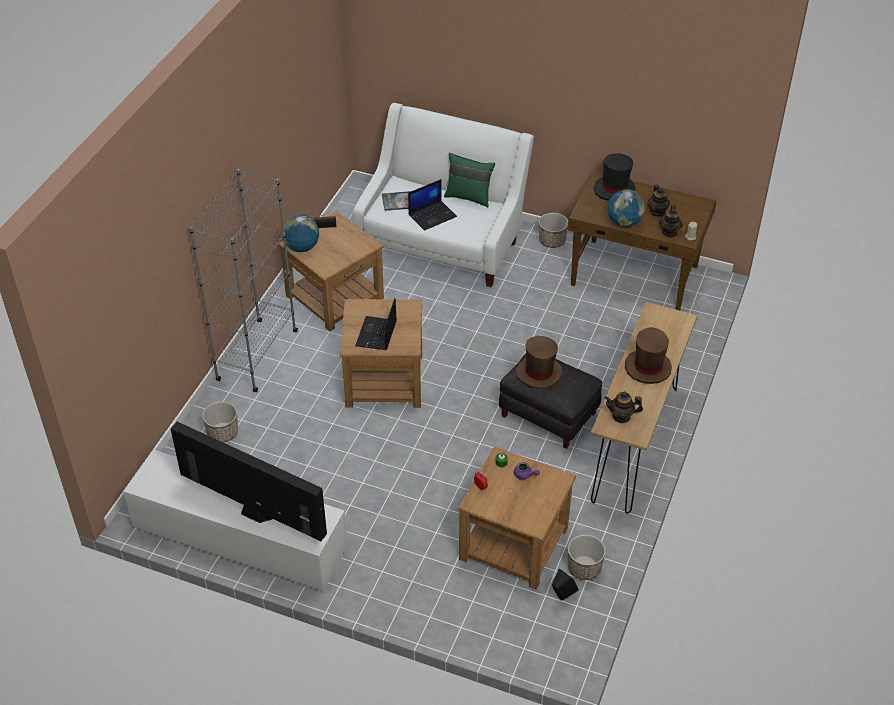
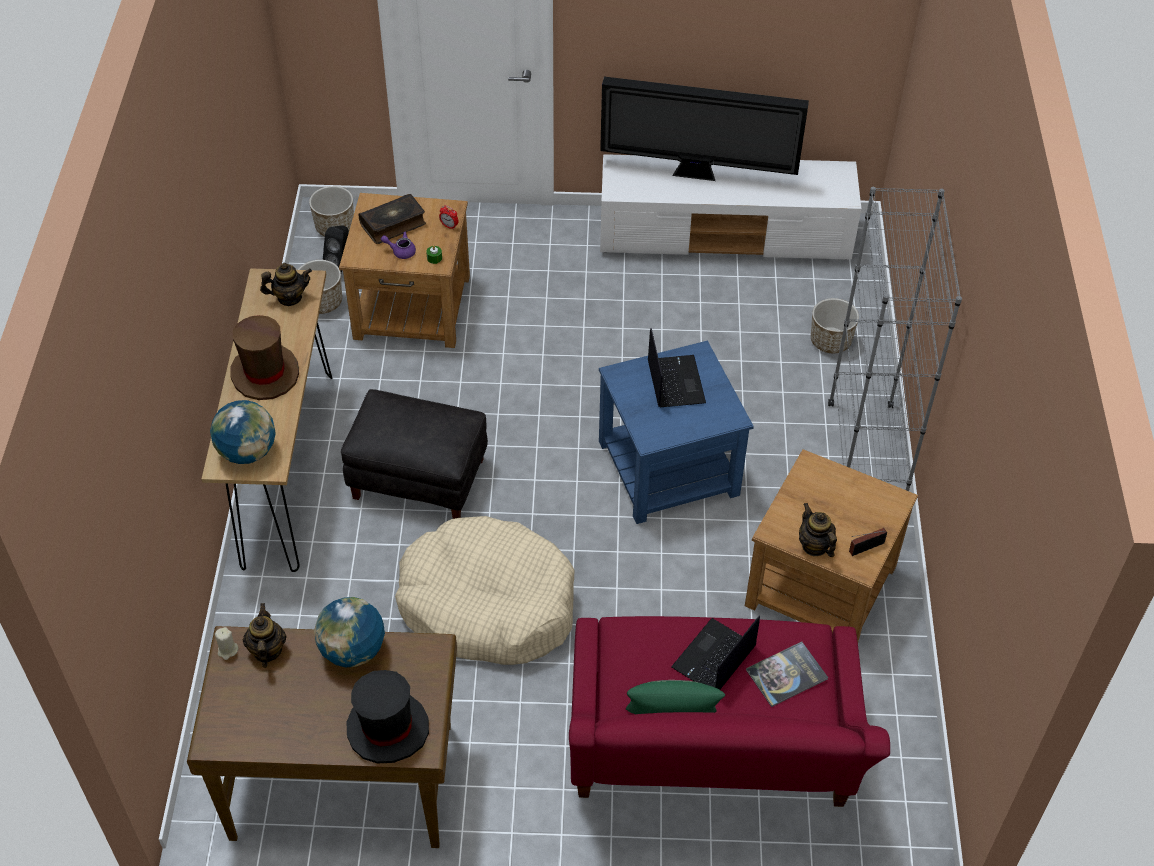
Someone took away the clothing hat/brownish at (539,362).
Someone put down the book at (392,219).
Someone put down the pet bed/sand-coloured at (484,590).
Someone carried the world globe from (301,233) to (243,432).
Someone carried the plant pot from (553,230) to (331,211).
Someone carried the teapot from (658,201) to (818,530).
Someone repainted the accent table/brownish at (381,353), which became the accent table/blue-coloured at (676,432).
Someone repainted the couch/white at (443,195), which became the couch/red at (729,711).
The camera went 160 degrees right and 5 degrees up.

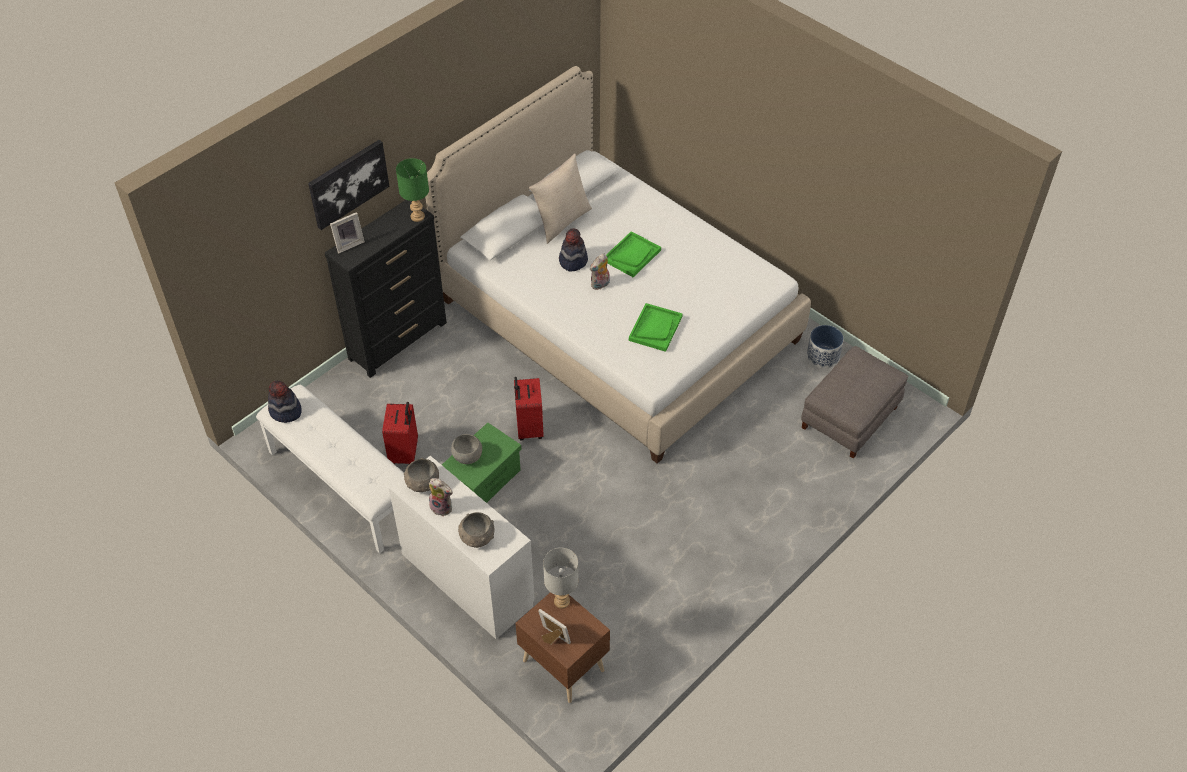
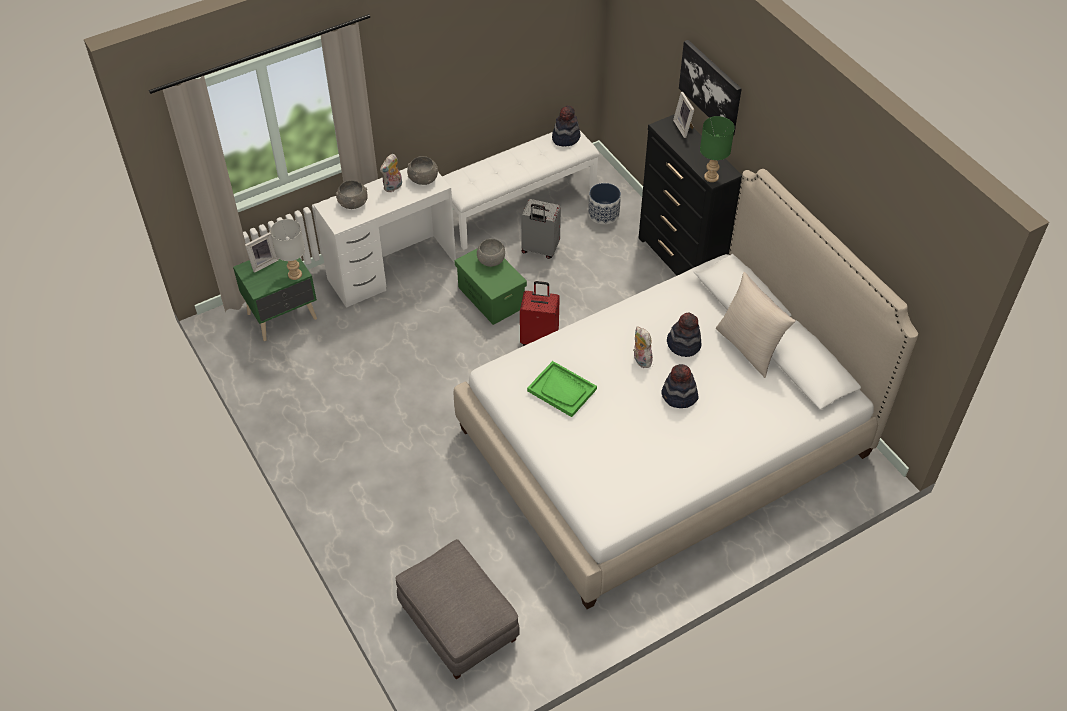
Someone carried the plant pot from (825,347) to (604,203).
Someone swapped the carrying tray/green-coloured at (633,254) for the clothing hat at (680,386).
Someone repainted the suitcase/red at (400,433), which became the suitcase/grey at (541,229).
Someone repainted the night table/brownish at (562,647), which became the night table/green-coloured at (275,299).
The camera went 105 degrees right and 0 degrees up.

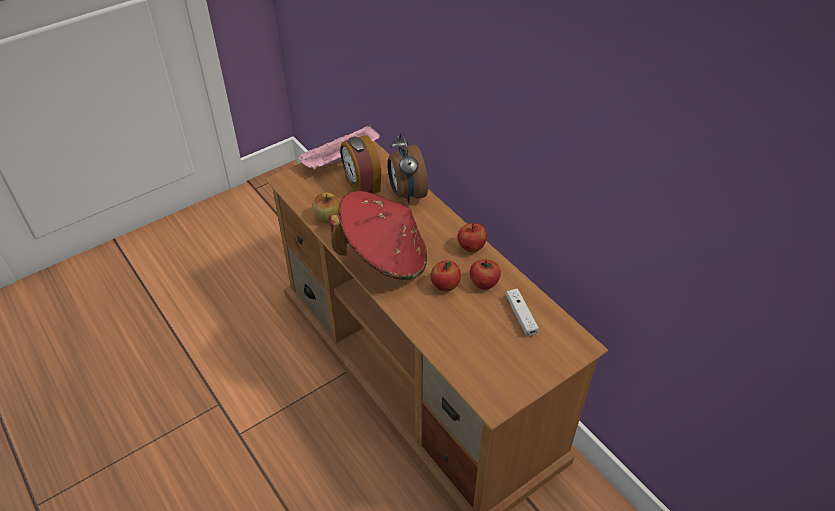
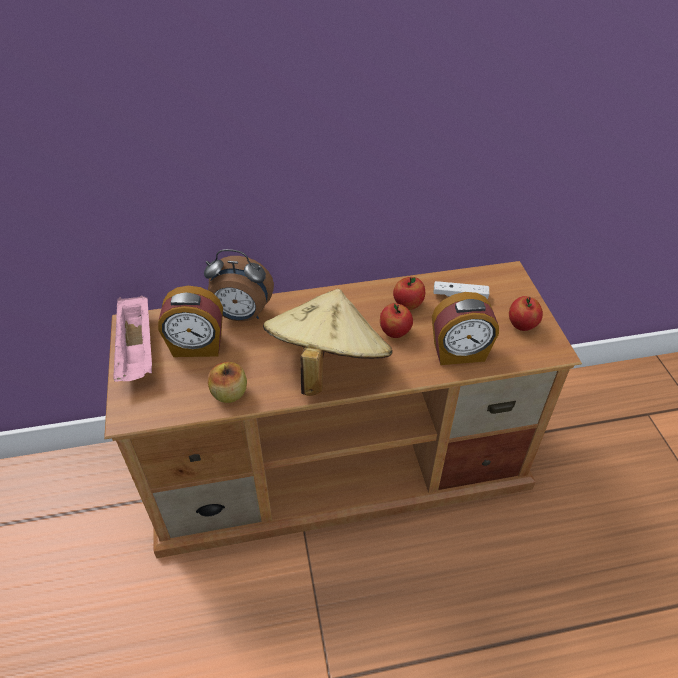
Someone put down the bedside clock at (465,328).
Someone carried the apple from (472,237) to (526,313).
Someone repainted the clothing hat/red at (378,235), which became the clothing hat/sand-coloured at (328,342).
The camera went 65 degrees left and 0 degrees up.

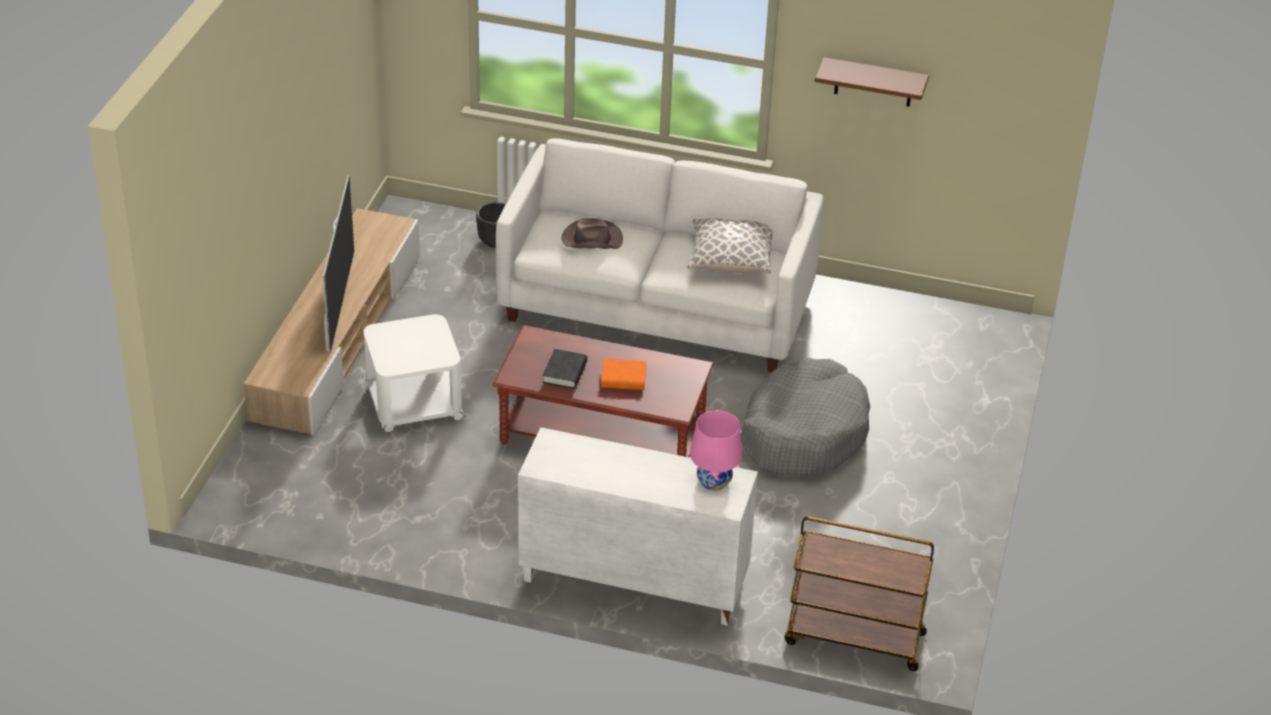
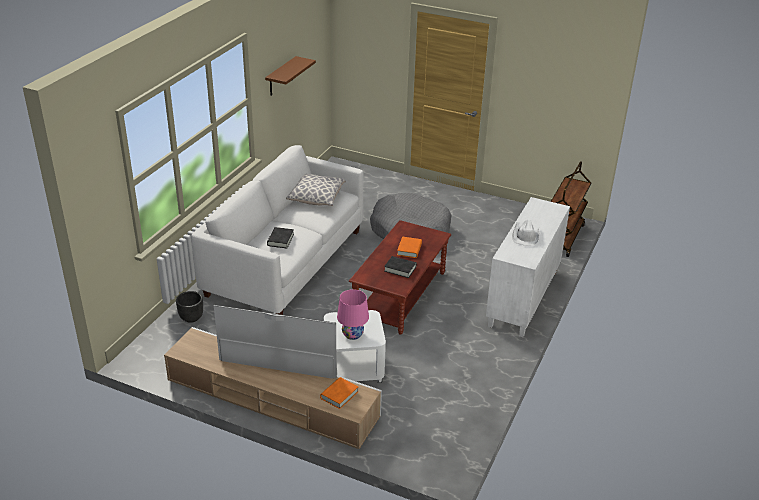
Someone put down the book/orange at (339,393).
Someone put down the clothing hat/white at (525,233).
Someone carried the lamp for a table/pink-coloured from (716,450) to (353,314).
Someone swapped the clothing hat/brownish at (592,233) for the book/black-coloured at (280,237).
The camera went 80 degrees left and 5 degrees down.

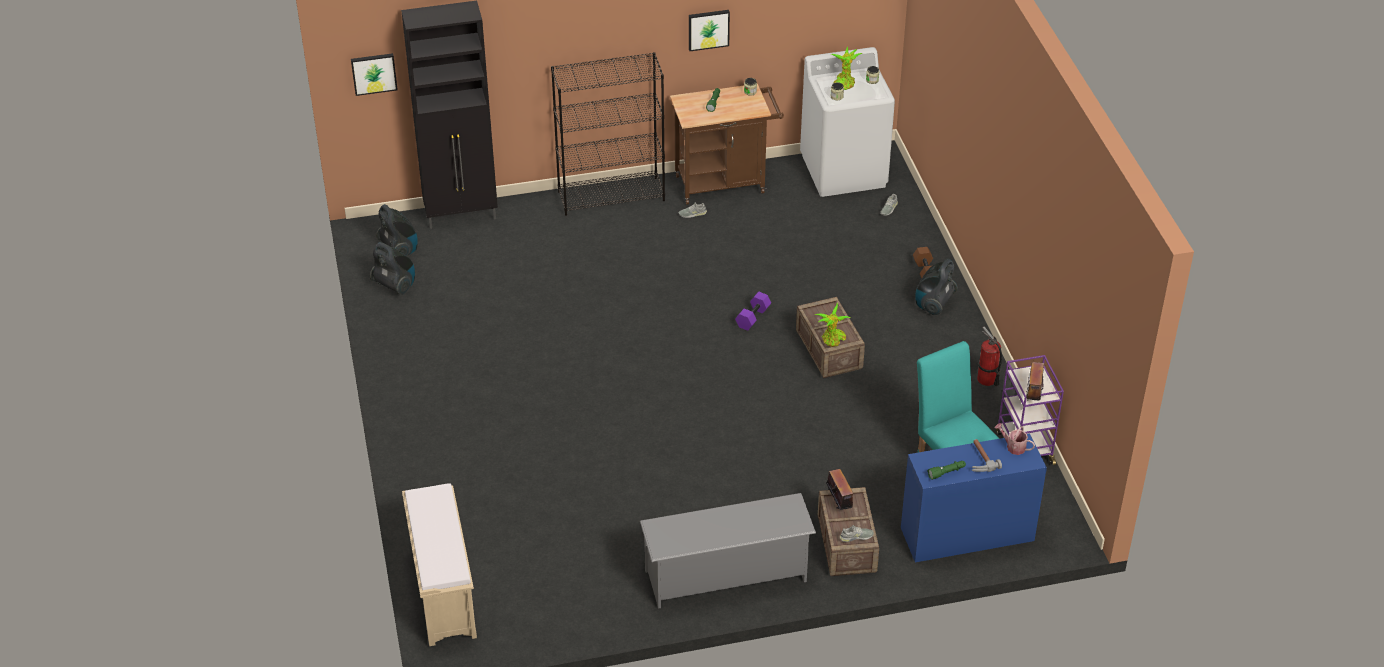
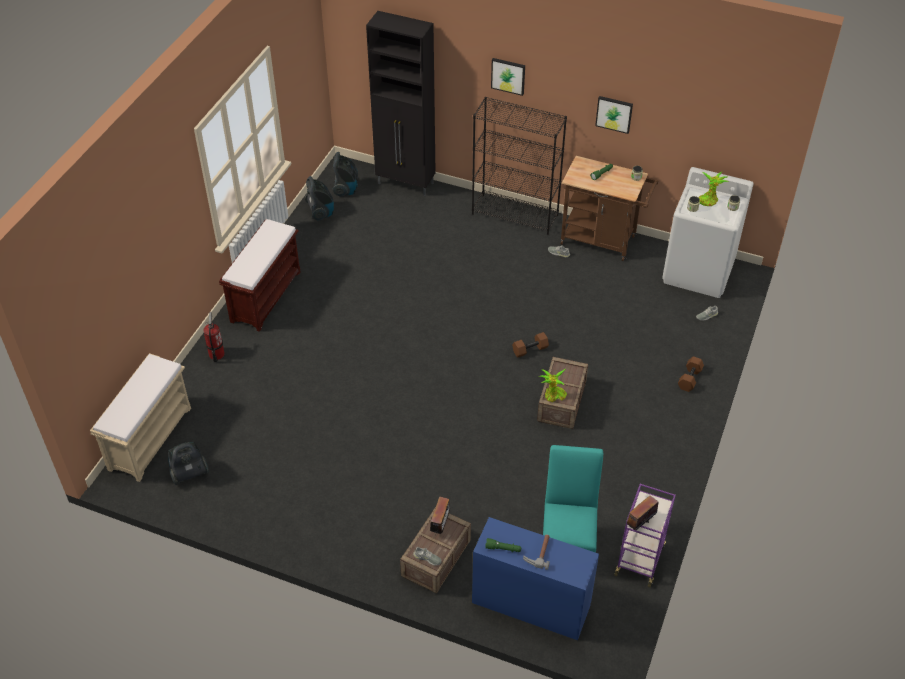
Someone took away the shoe shelf/grey at (728,551).
Someone took away the watering can at (1015,439).
Someone put down the indoor bench/brownish at (260,275).
Someone carried the picture from (374,74) to (508,77).
Someone carried the vacuum from (936,287) to (188,463).
Someone carried the fire-fighting cylinder from (989,356) to (214,337).
Someone repainted the hand weight/purple at (753,311), which became the hand weight/brownish at (530,345).
The camera went 35 degrees right and 5 degrees up.

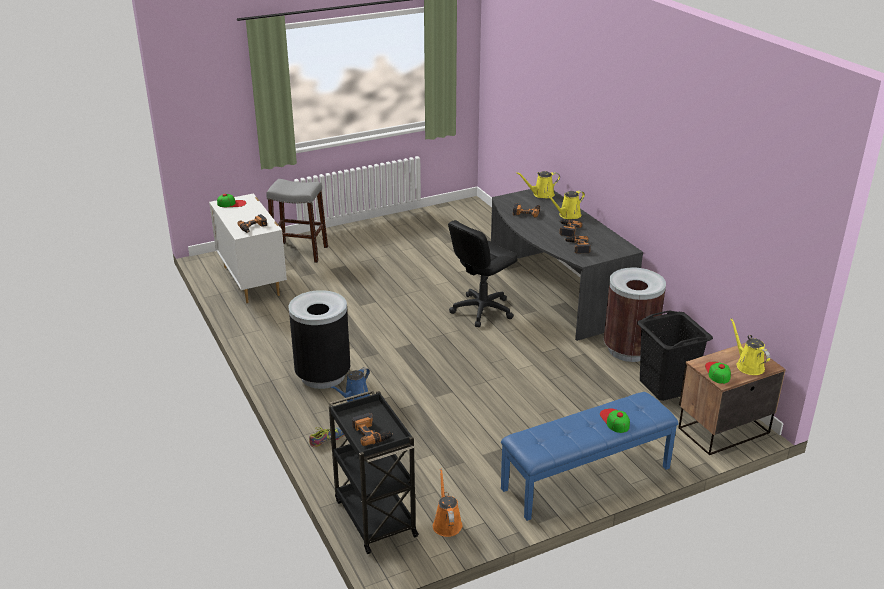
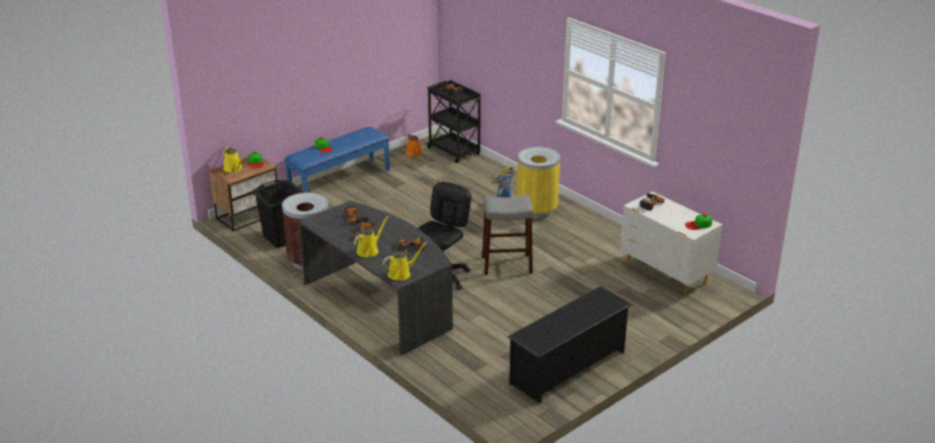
Someone put down the shoe shelf/black-coloured at (570,344).
Someone carried the stool/grey from (297,221) to (507,235).
Someone repainted the rubbish bin/black-coloured at (319,339), which became the rubbish bin/yellow at (538,183).
The camera went 165 degrees right and 0 degrees up.

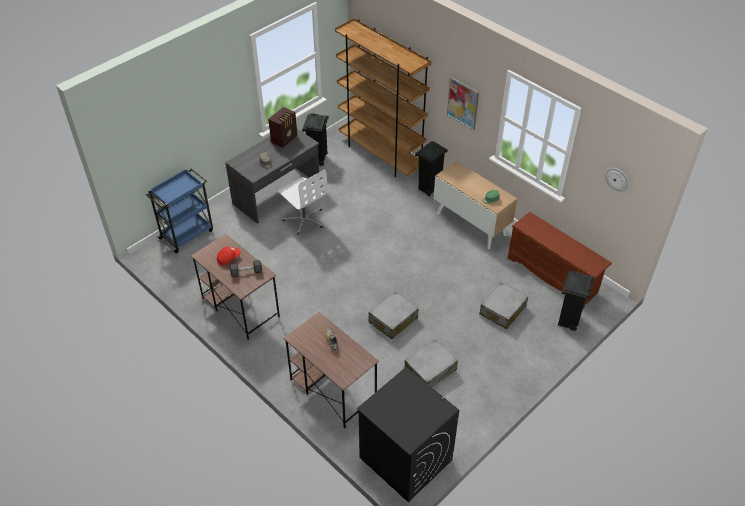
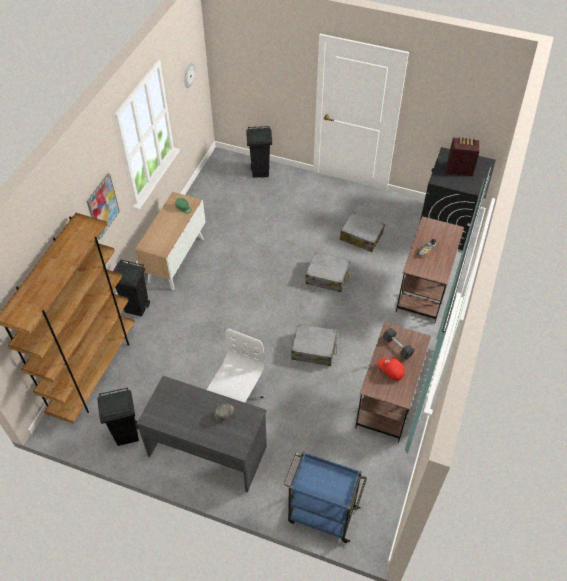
Someone took away the shoe shelf/brownish at (560,260).
Someone carried the radio receiver from (282,127) to (463,156).
Someone carried the suitcase/grey from (503,305) to (314,345).
The camera went 115 degrees left and 5 degrees up.

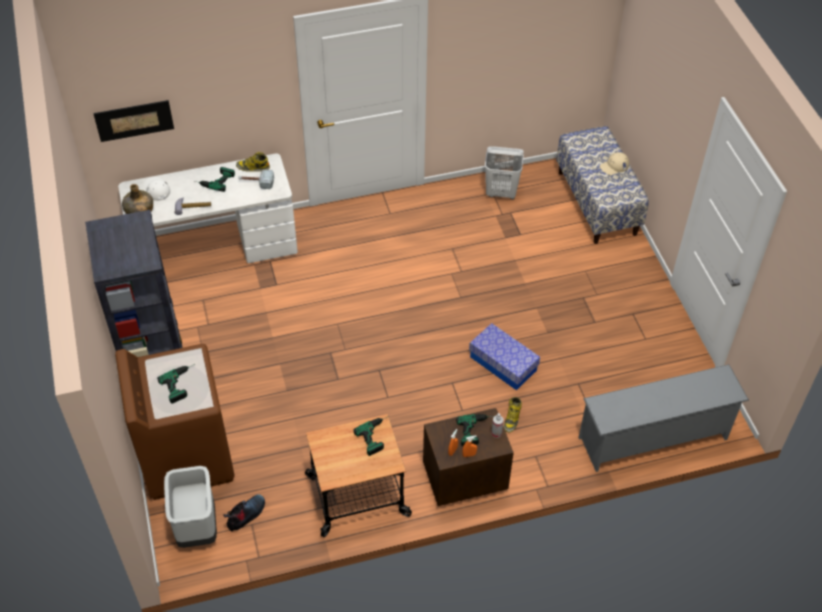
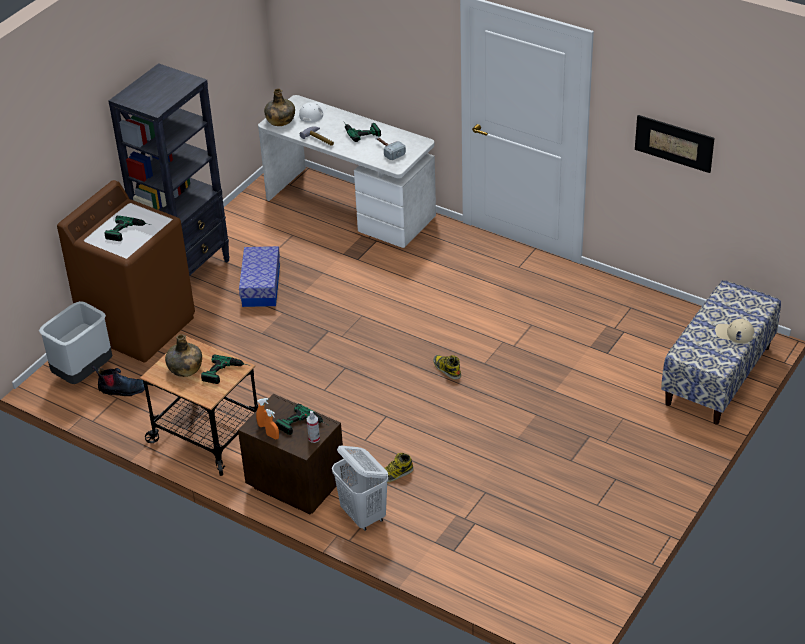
Someone took away the shoe shelf/grey at (663,418).
Someone put down the drink bottle/green-coloured at (183,355).
Someone carried the picture from (133,121) to (675,144).
Someone carried the high-top boot from (253,162) to (447,367).
Someone carried the storage box from (504,356) to (259,276).
Someone carried the washing basket/white from (504,172) to (360,488).
The camera went 50 degrees right and 10 degrees down.

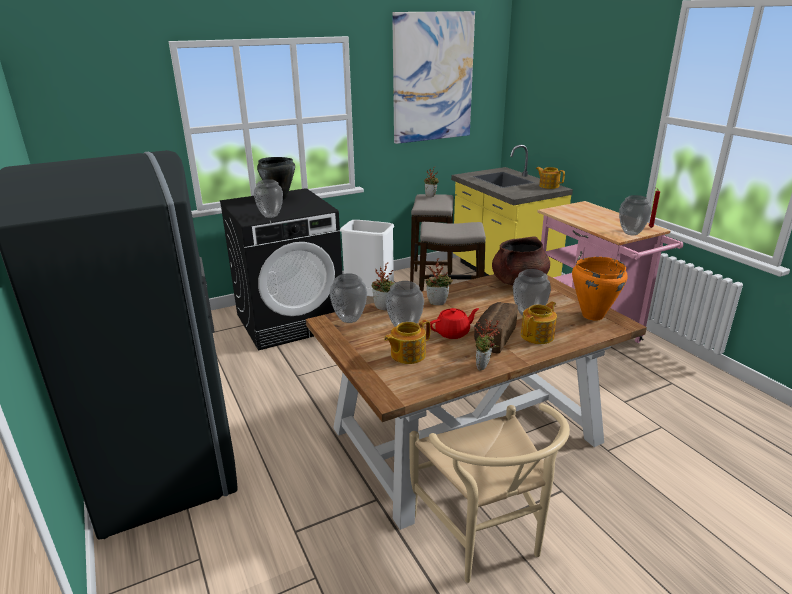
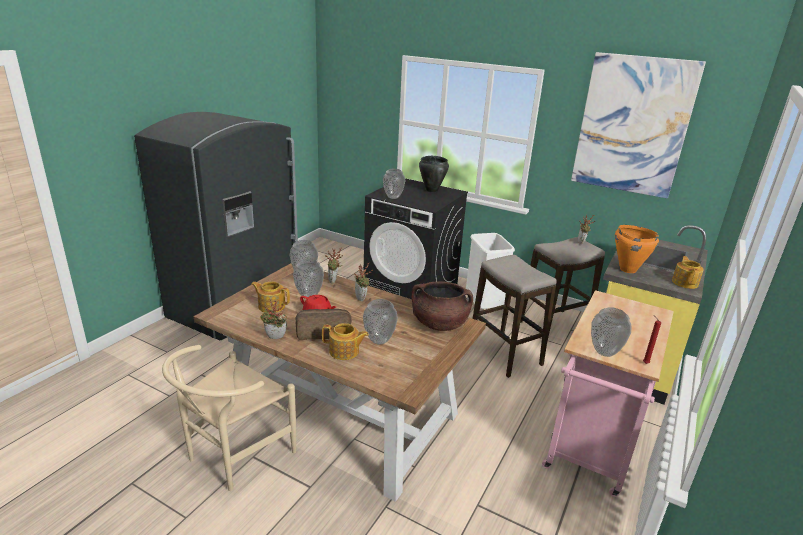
Someone carried the cooking pot/orange from (600,288) to (637,249).
The camera went 55 degrees right and 0 degrees up.

